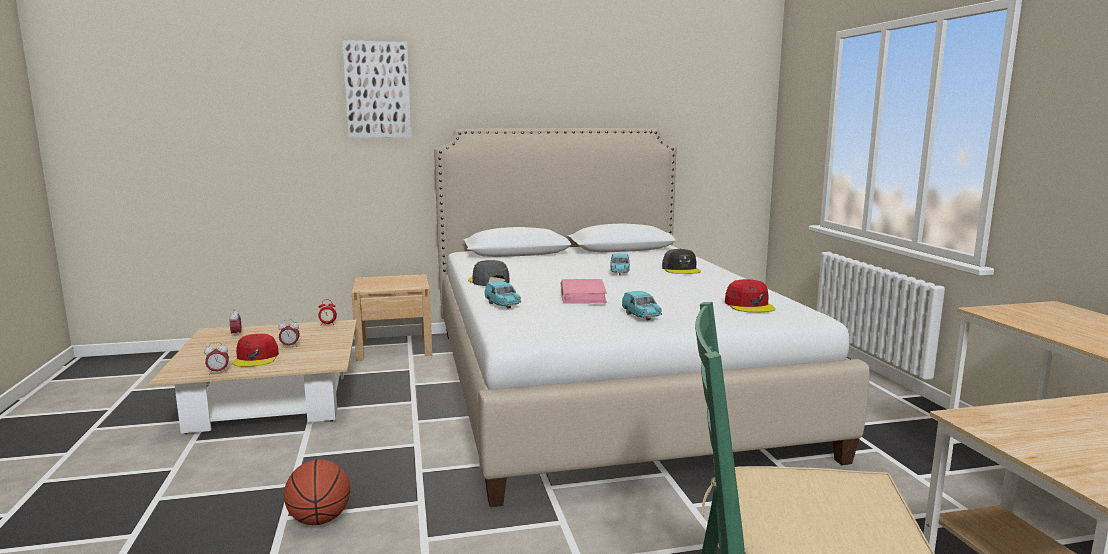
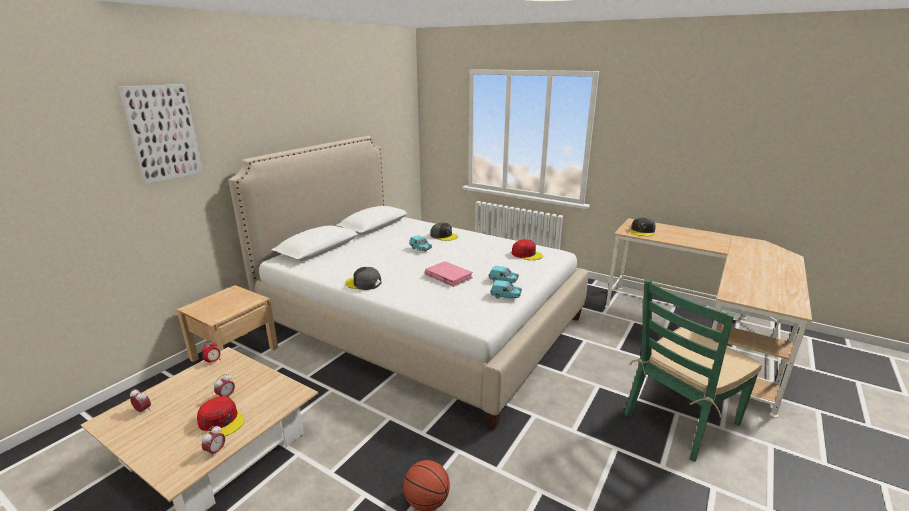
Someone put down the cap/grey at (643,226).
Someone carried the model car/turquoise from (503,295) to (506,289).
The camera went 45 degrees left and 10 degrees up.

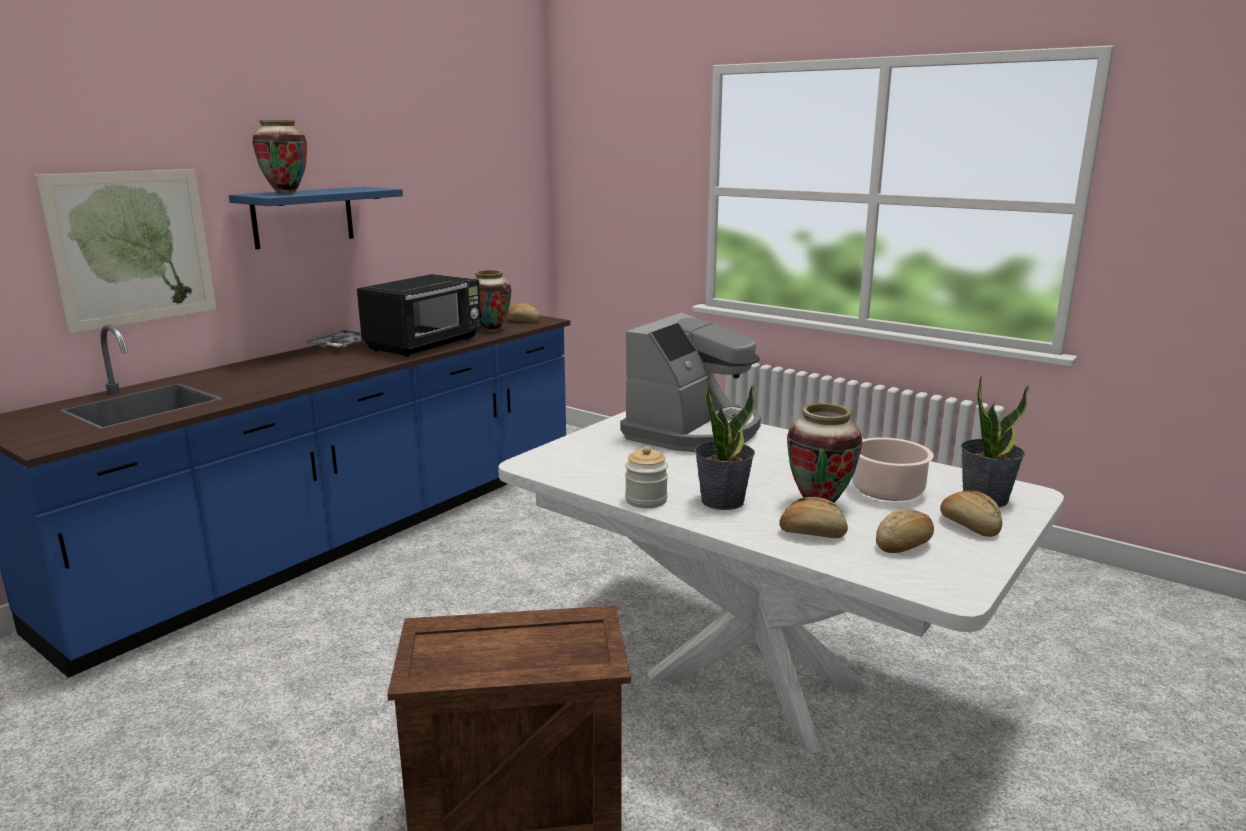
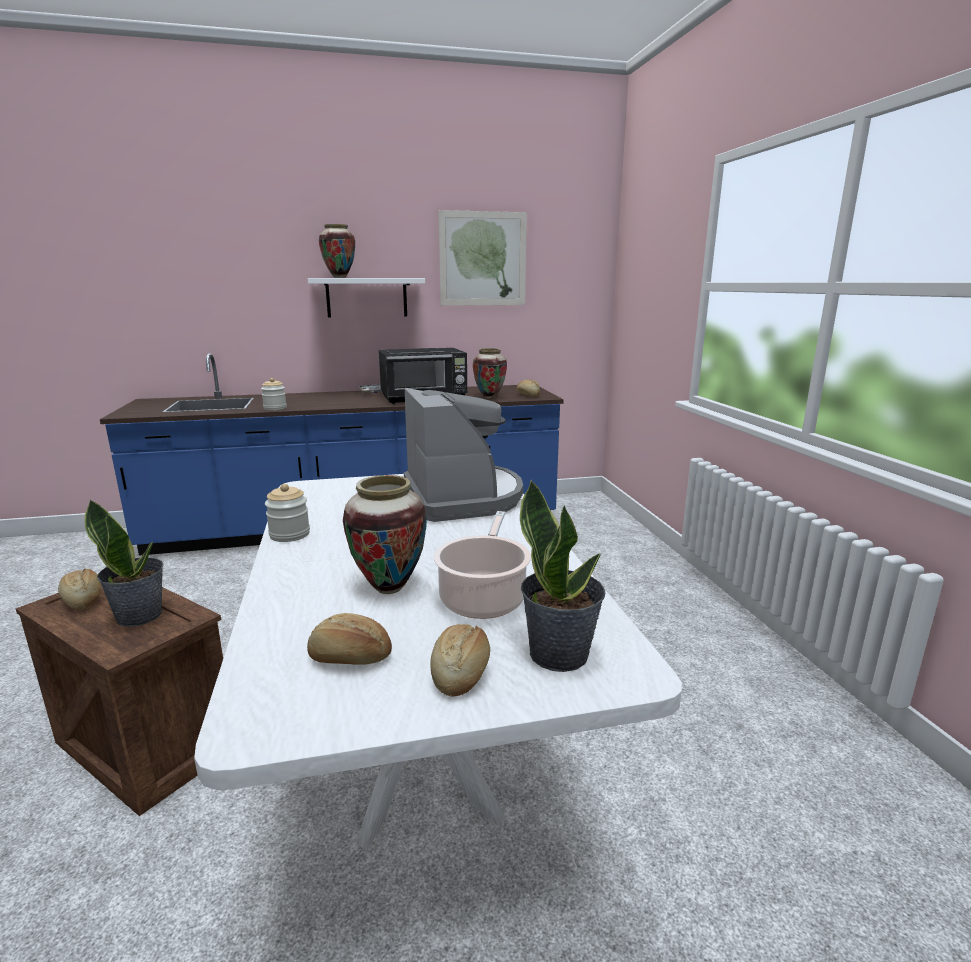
Someone put down the storage jar at (274,394).
Someone carried the picture from (125,251) to (482,258).
Someone carried the plant in a pot from (725,445) to (124,563).
Someone carried the bread from (813,517) to (79,588).
Someone repainted the wall shelf/blue-coloured at (316,218), which became the wall shelf/white at (366,297).
Someone rotated the coffee machine at (690,382) by 90 degrees counterclockwise.
The camera went 40 degrees right and 0 degrees up.

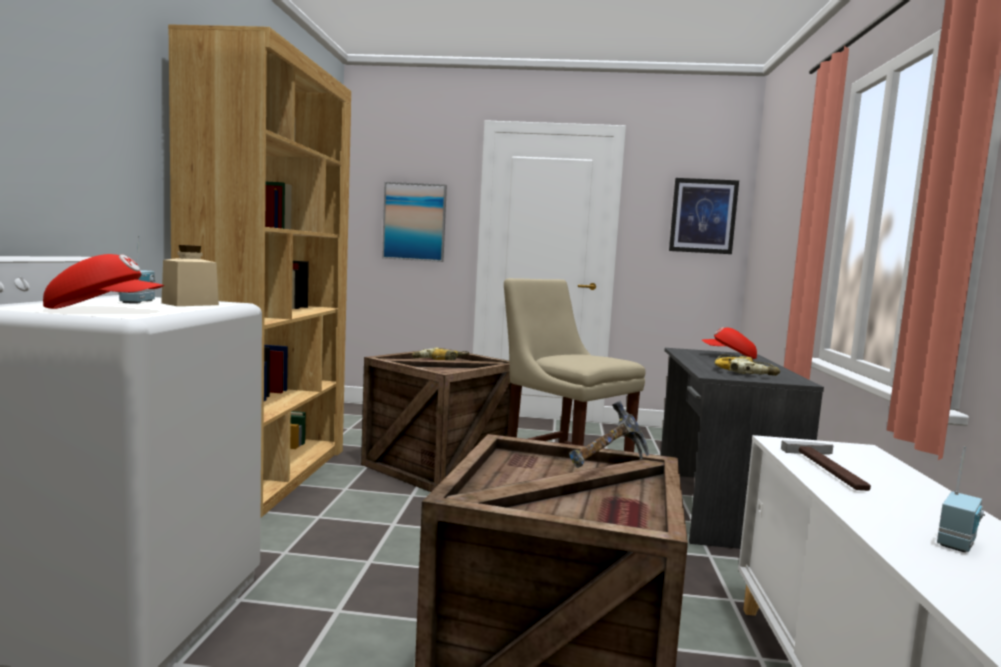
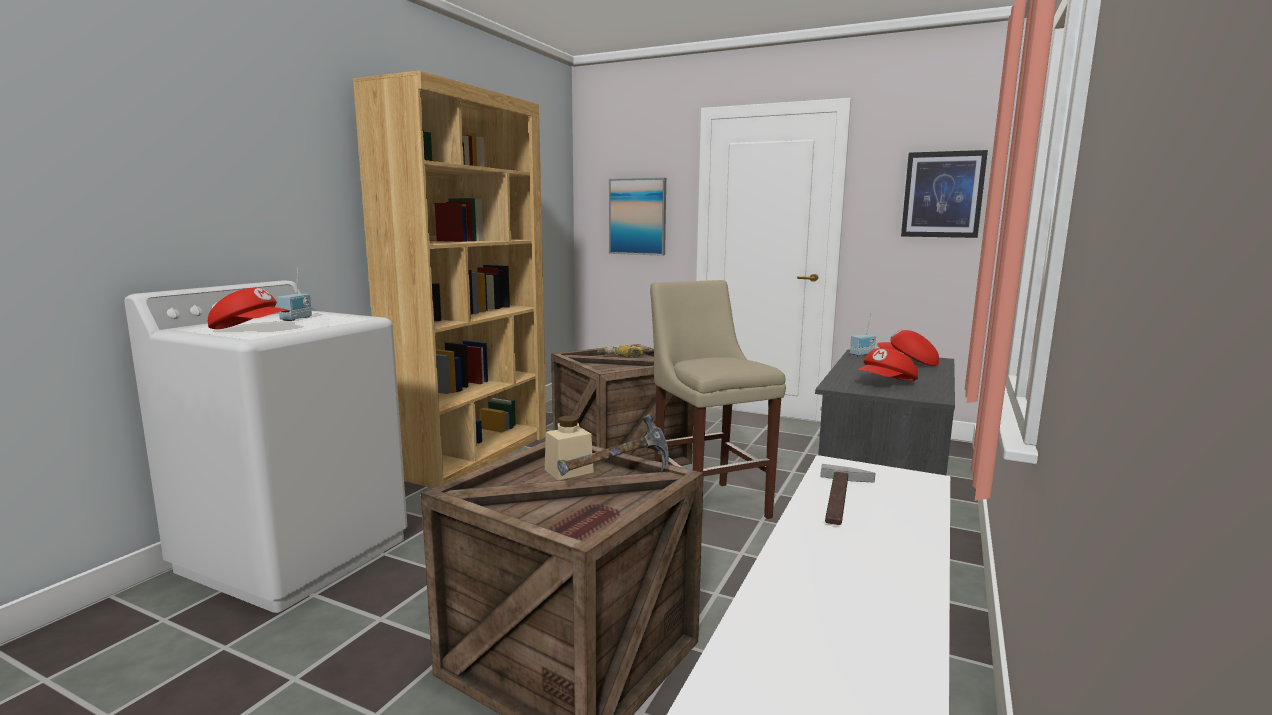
Someone carried the storage jar/sand-coloured from (190,275) to (569,448).
Someone carried the radio receiver from (961,499) to (863,334).
Someone swapped the power drill at (747,365) for the cap/red at (888,364).
The camera went 20 degrees right and 5 degrees up.

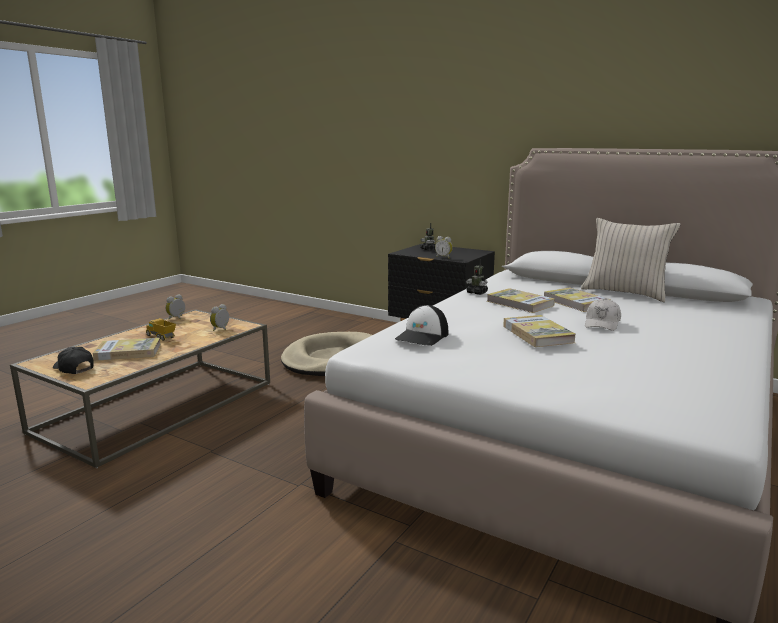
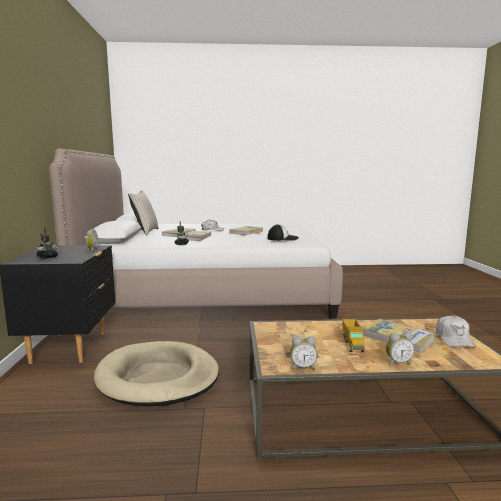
Someone carried the bedside clock from (219,317) to (400,348).
Someone repainted the cap/black-coloured at (73,360), which became the cap/white at (456,331).
The camera went 125 degrees left and 5 degrees down.

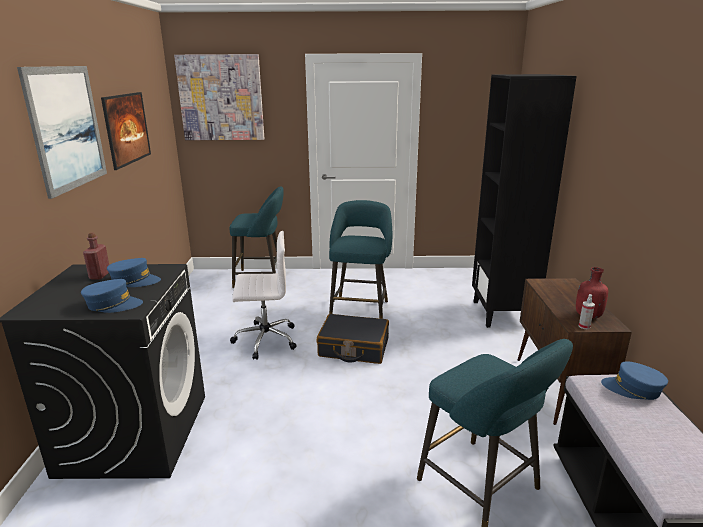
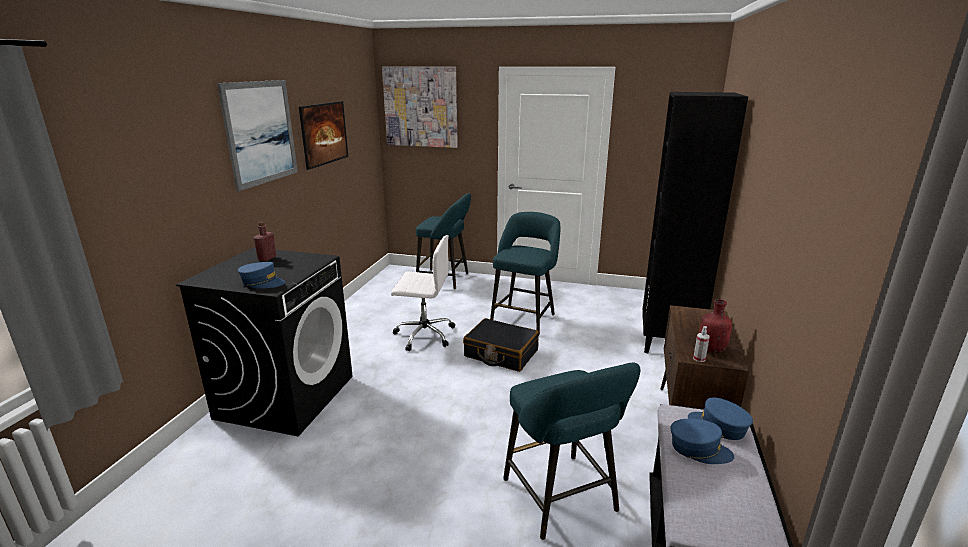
Someone carried the cap/blue-coloured from (134,272) to (702,441).
The camera went 15 degrees right and 0 degrees up.

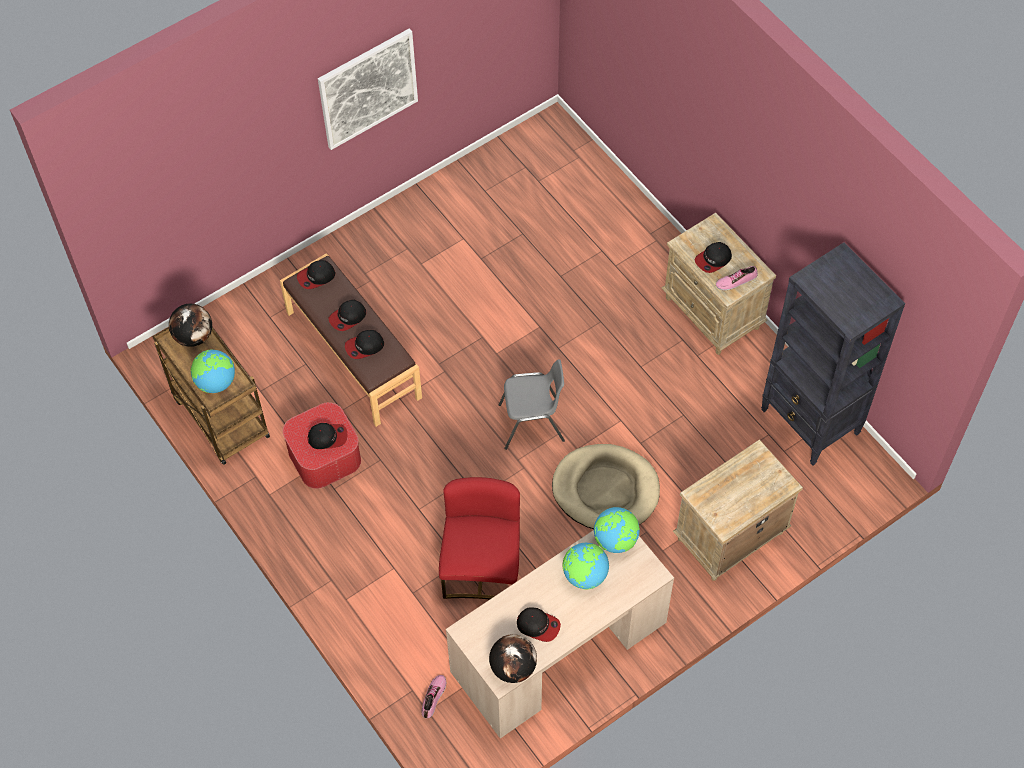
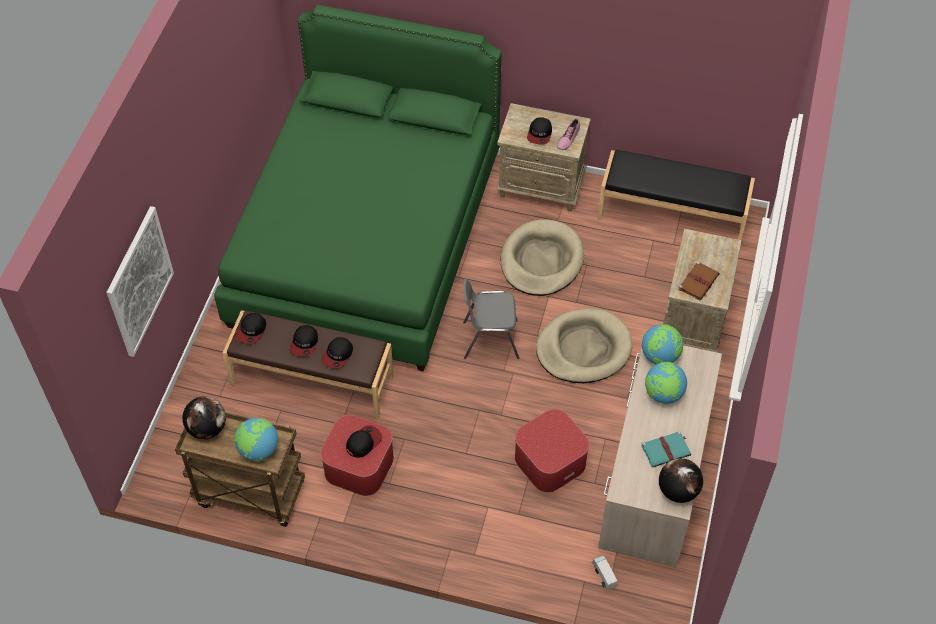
Someone put down the bedroom bed/green-coloured at (358,188).
Someone put down the pet bed/sand-coloured at (542,257).
Someone put down the book/brownish at (699,281).
Someone carried the picture from (368,89) to (140,281).
Someone swapped the low shoe at (434,696) for the toy truck at (605,572).
Someone swapped the upright chair/red at (479,538) for the pouffe at (552,451).
Someone swapped the cap at (539,625) for the book/turquoise at (666,449).
Someone swapped the shelving unit/black-coloured at (833,354) for the indoor bench/black-coloured at (676,195).
Someone rotated the upright chair/grey at (532,404) by 135 degrees counterclockwise.
The camera went 40 degrees left and 5 degrees down.

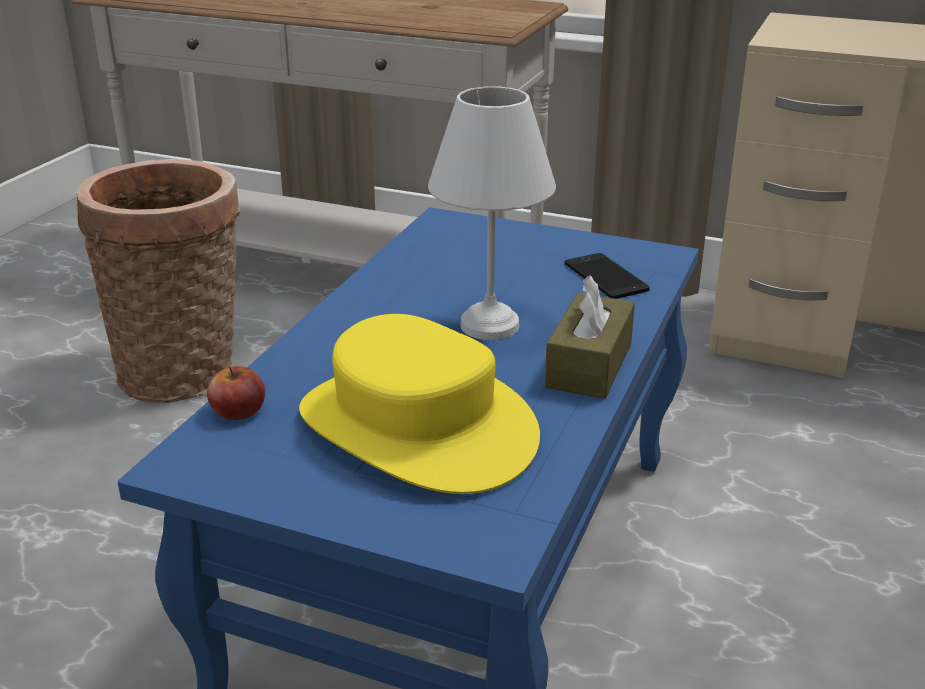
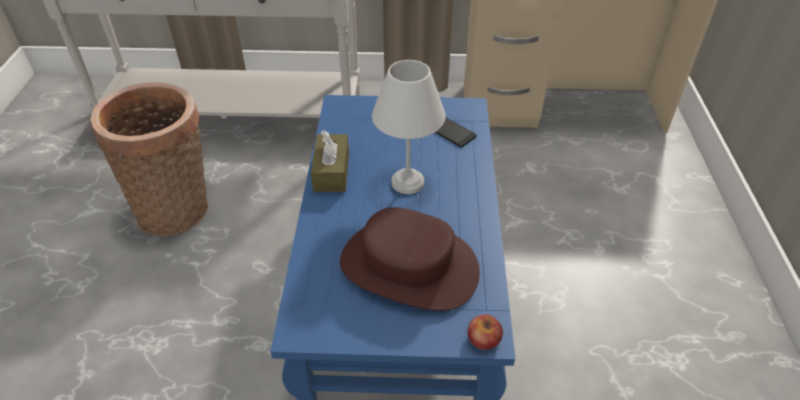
Someone carried the apple from (236,393) to (485,332).
Someone carried the tissue holder/brownish from (590,337) to (330,161).
Someone repainted the clothing hat/yellow at (419,404), which became the clothing hat/brownish at (410,259).
The camera went 20 degrees left and 15 degrees up.

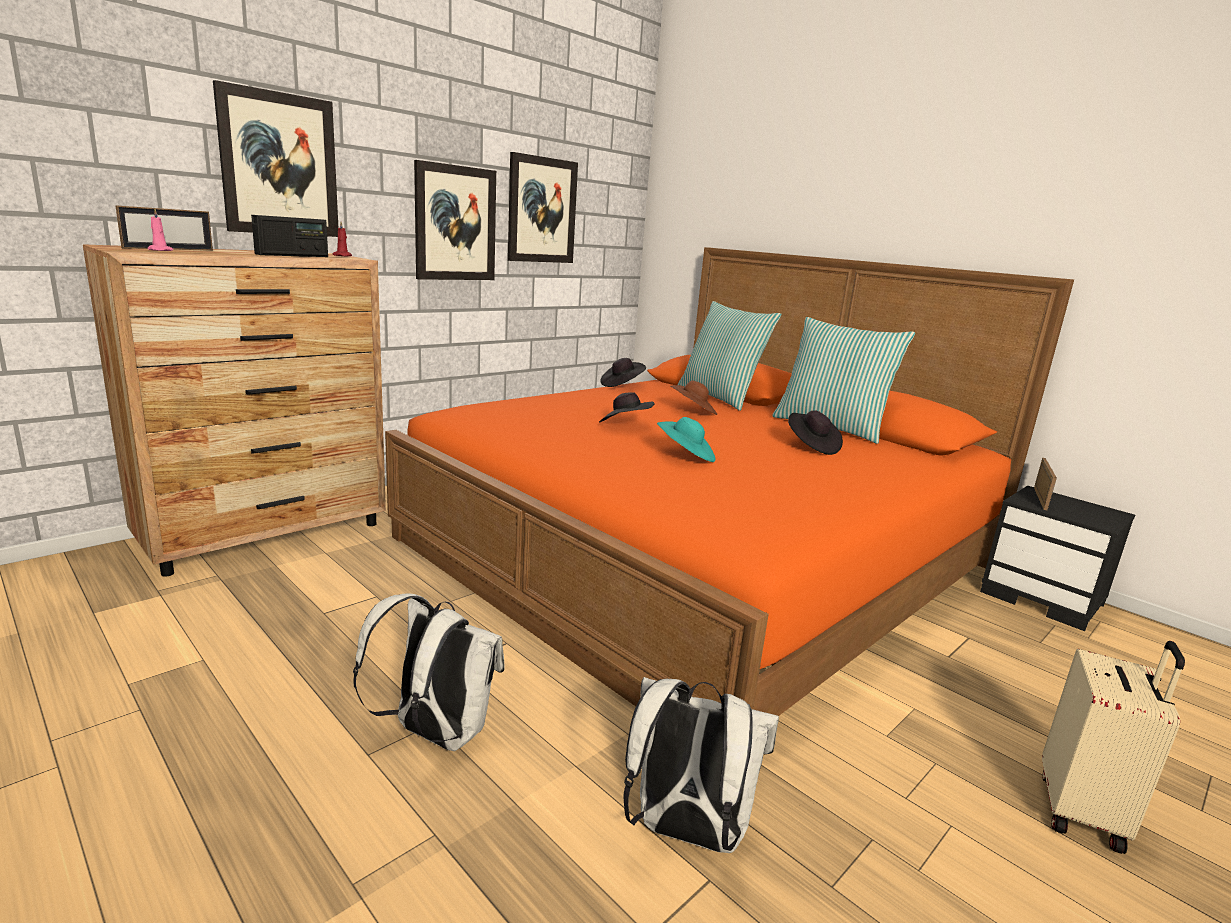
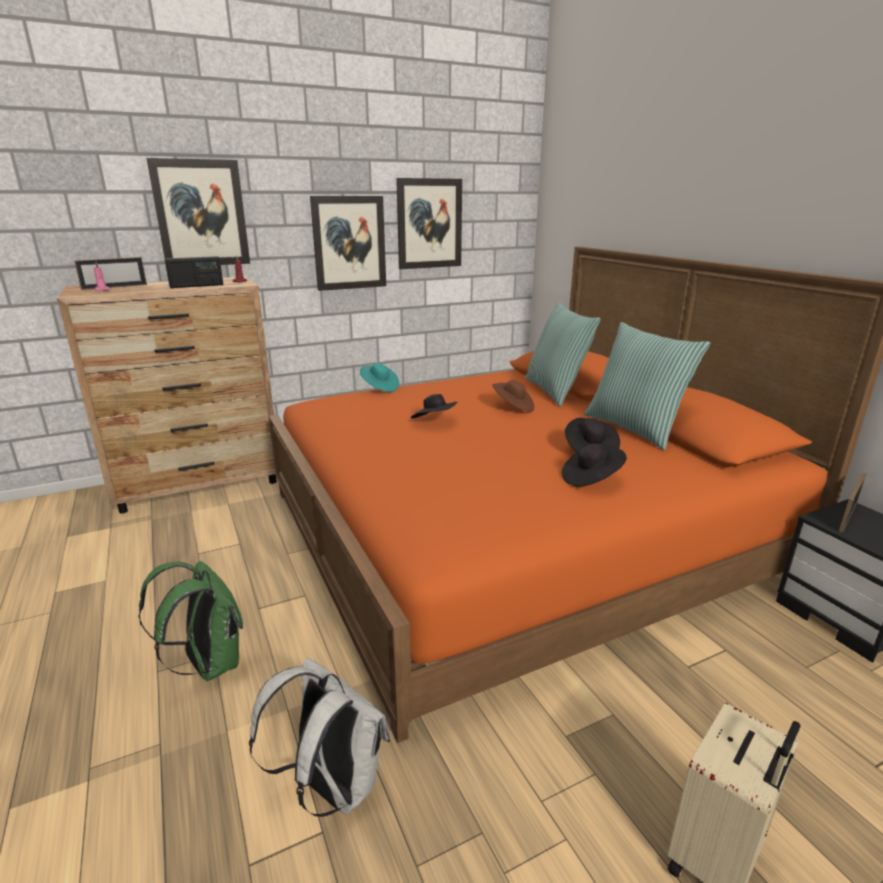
Someone carried the clothing hat/black-coloured from (623,372) to (594,464).
Someone carried the clothing hat/turquoise from (686,439) to (379,377).
Someone repainted the backpack/white at (429,672), which became the backpack/green-coloured at (190,621).
The camera went 20 degrees right and 5 degrees up.

